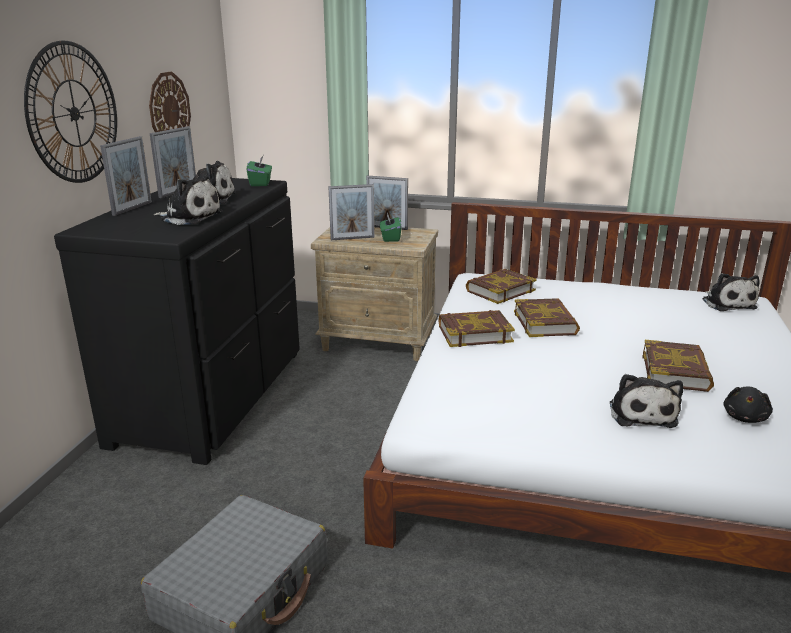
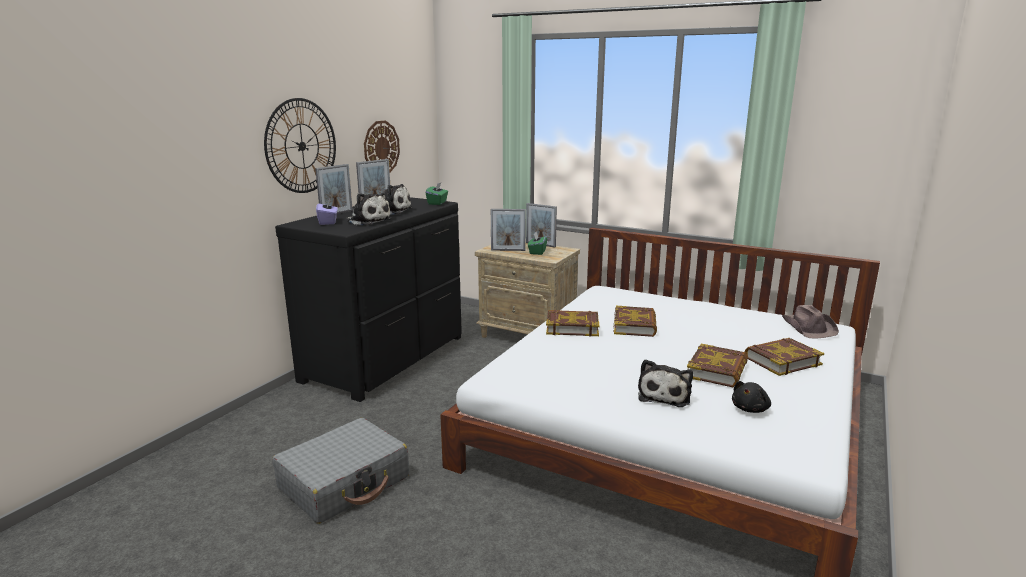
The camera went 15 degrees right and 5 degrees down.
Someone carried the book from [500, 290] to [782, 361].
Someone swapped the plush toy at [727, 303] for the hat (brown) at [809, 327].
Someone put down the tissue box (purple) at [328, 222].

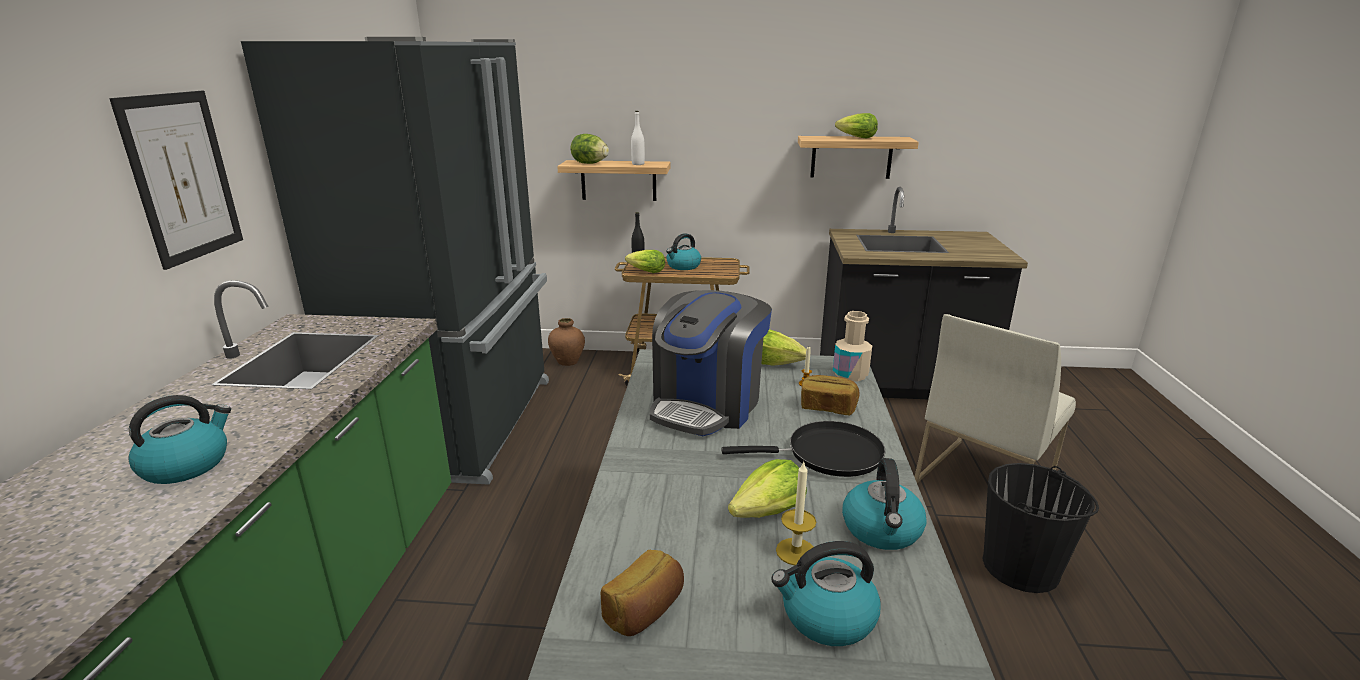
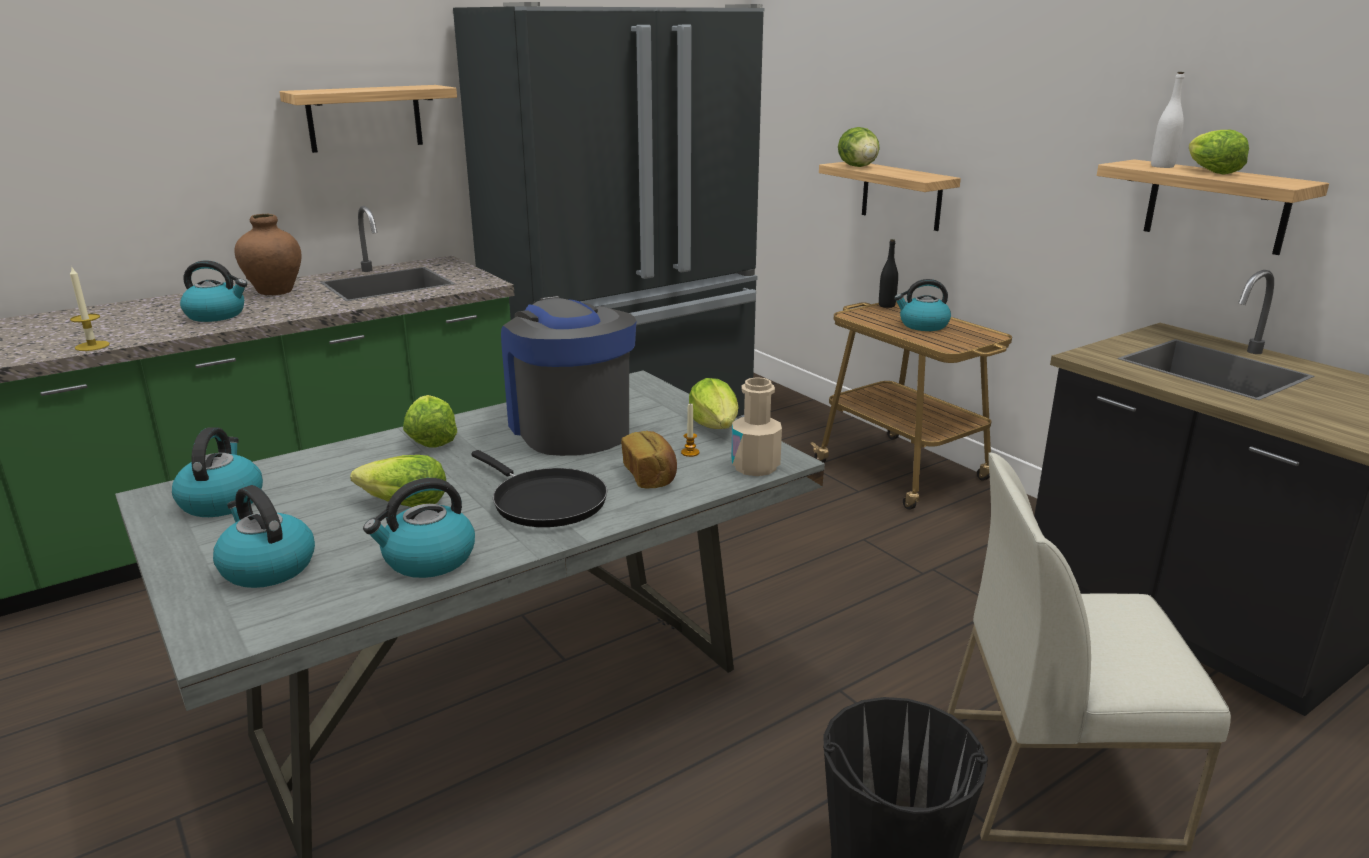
The camera went 50 degrees right and 0 degrees up.
Someone swapped the picture at [182, 177] for the shelf at [365, 118].
Someone carried the vase (brown) from [568, 362] to [275, 291].
Someone swapped the bread at [645, 610] for the kettle at [222, 501].
Someone carried the lettuce from [646, 272] to [431, 439].
Someone carried the bottle (white) from [638, 164] to [1162, 166].
Someone rotated the coffee machine at [707, 405] by 75 degrees clockwise.
Someone carried the candle from [796, 551] to [92, 346].

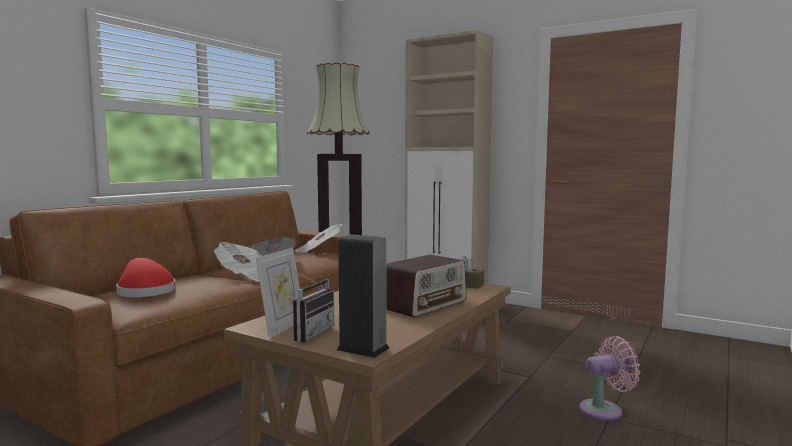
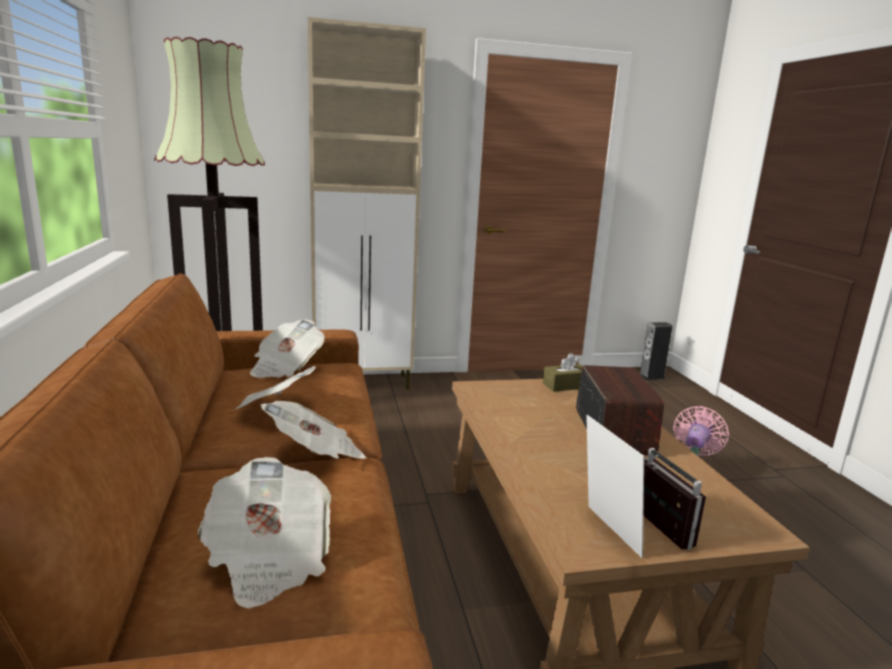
The camera went 45 degrees left and 10 degrees up.
Someone swapped the hat (red) at [144, 291] for the newspaper at [268, 558].
Someone carried the speaker from [363, 349] to [651, 377].

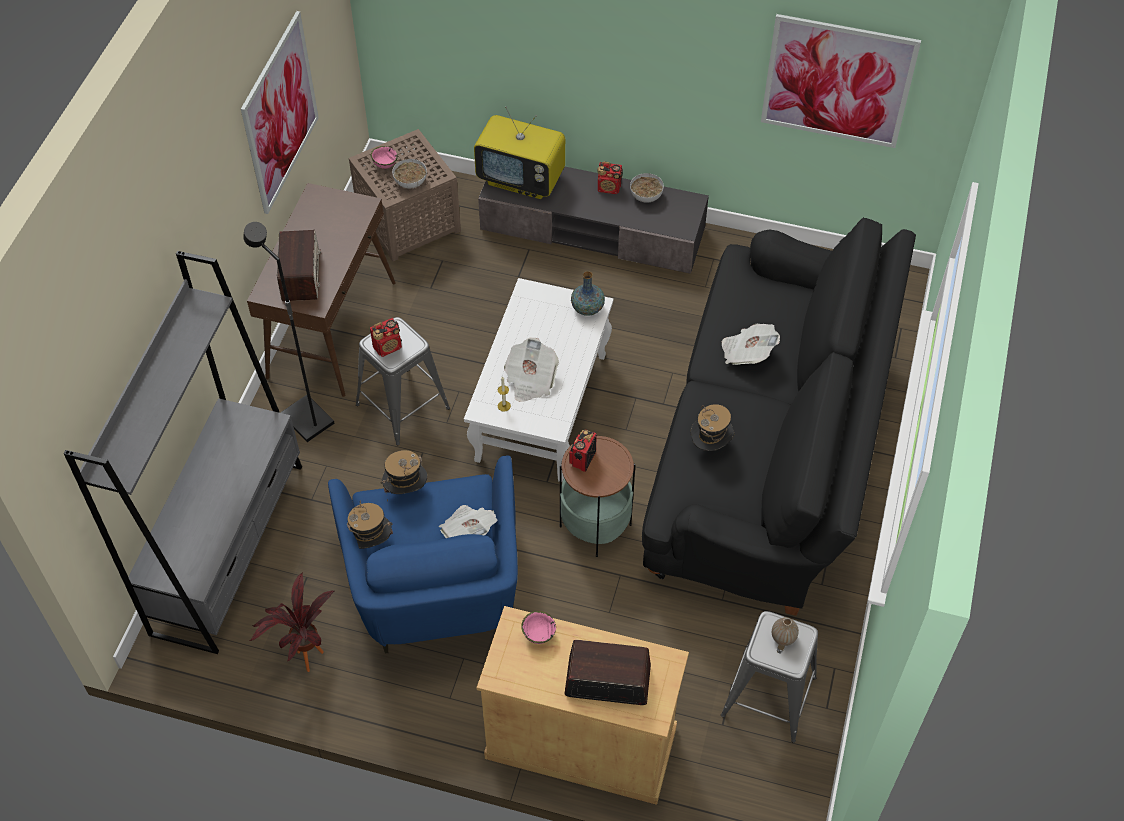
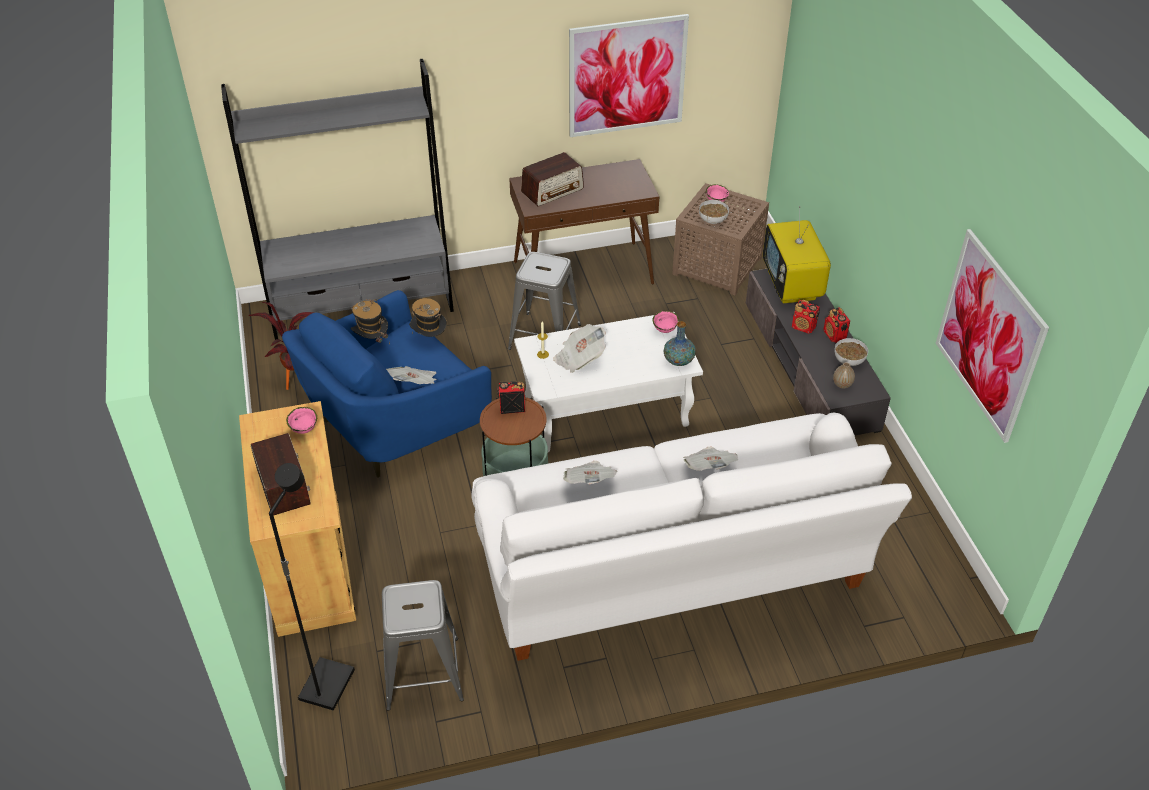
The camera went 60 degrees right and 10 degrees down.
Someone carried the floor lamp (black) from [306, 420] to [326, 684].
Someone carried the radio from [388, 347] to [803, 327].
Someone repainted the sofa (black) at [768, 455], which became the sofa (white) at [673, 573].
Someone swapped the hat at [710, 446] for the newspaper at [589, 482].
Someone carried the vase from [783, 638] to [842, 384].
Someone put down the bowl (pink) at [665, 330].

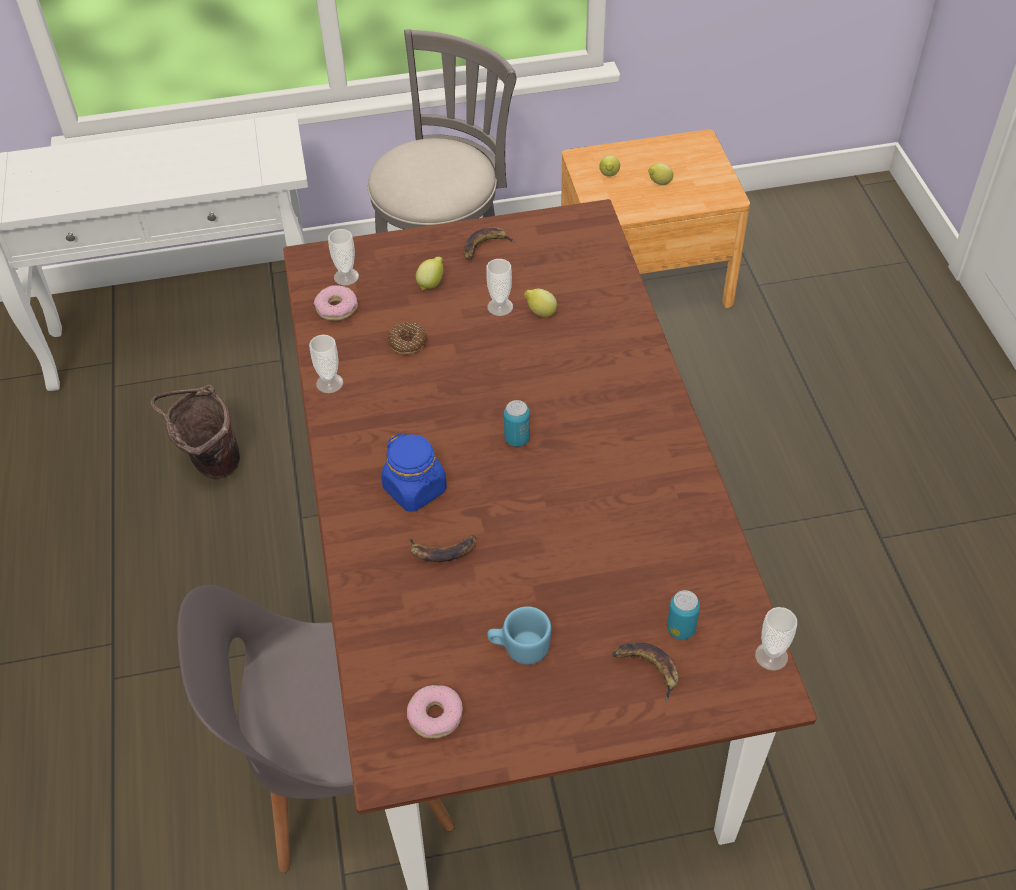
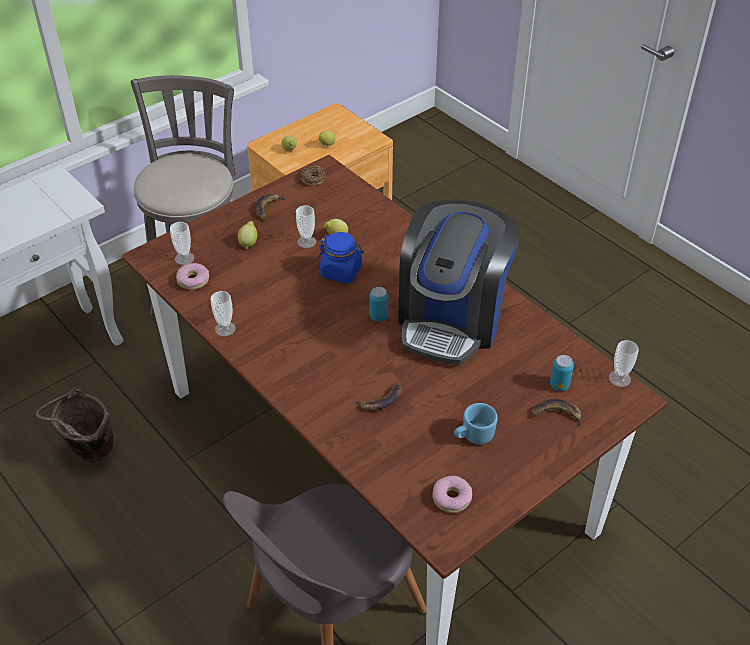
The camera went 30 degrees left and 5 degrees down.
Someone carried the jar (blue) from [415, 489] to [341, 272].
Someone carried the donut from [407, 343] to [313, 179].
Someone put down the coffee machine at [452, 318].

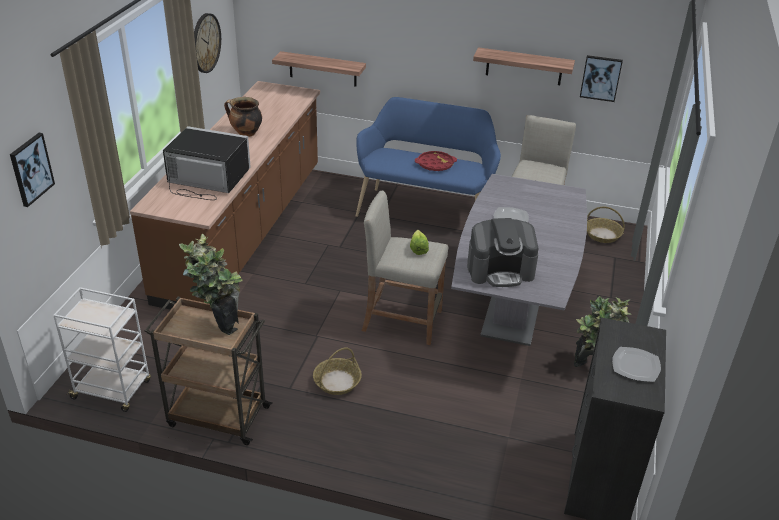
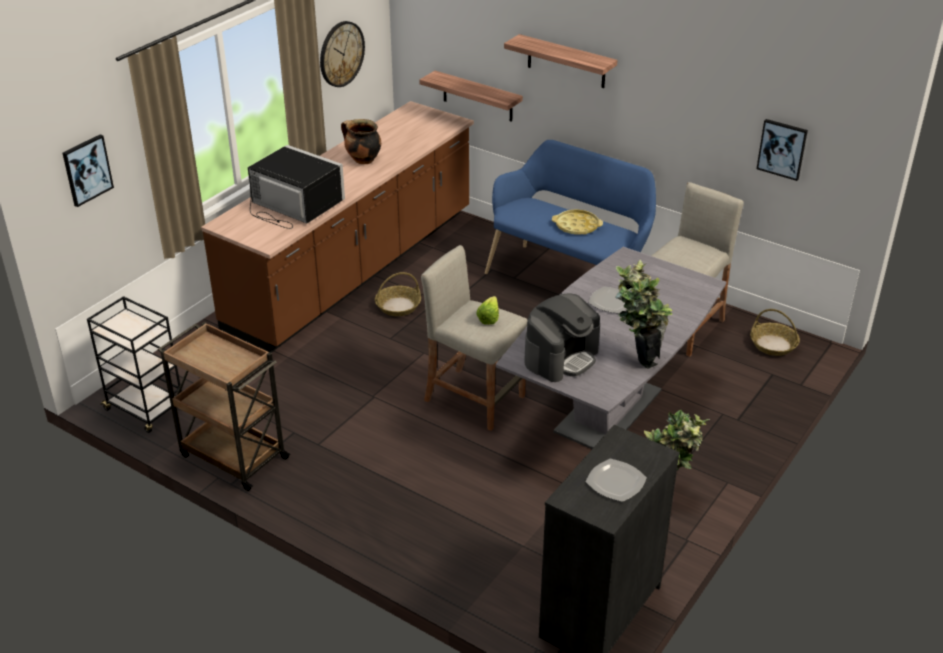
The camera went 20 degrees right and 0 degrees up.
Someone repainted the cart (white) at [113, 390], which became the cart (black) at [146, 409].
Someone carried the potted plant from [217, 324] to [637, 356].
Someone carried the basket from [337, 381] to [398, 306].
Someone repainted the tray (red) at [435, 164], which became the tray (yellow) at [576, 226].
Someone rotated the coffee machine at [500, 270] by 60 degrees counterclockwise.
Someone carried the shelf from [524, 66] to [566, 62].

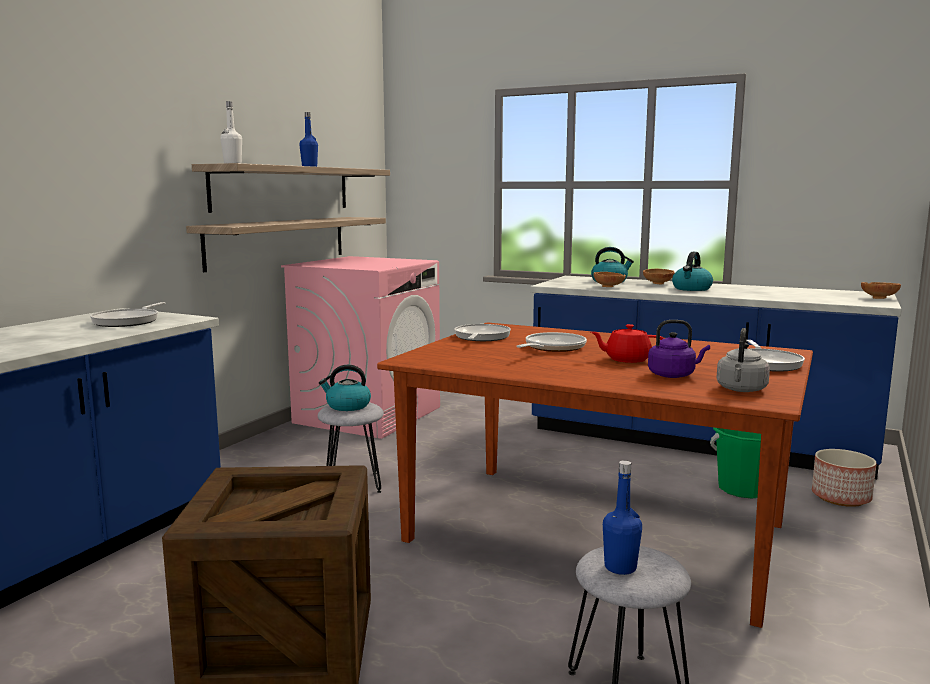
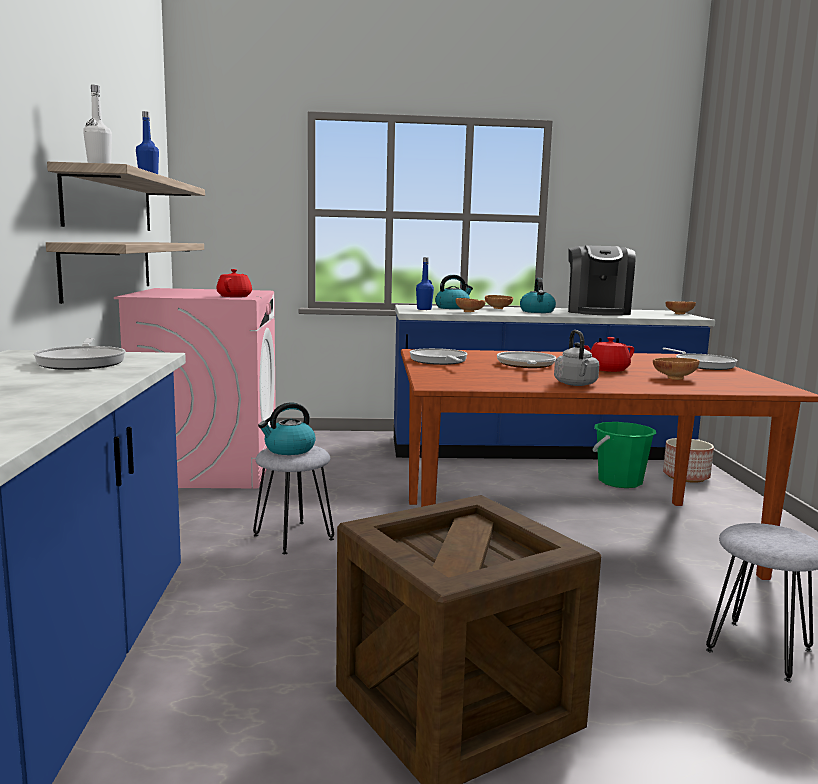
The camera went 30 degrees left and 0 degrees up.
Someone carried the bottle (blue) from [620, 567] to [424, 309].
Someone swapped the kettle (purple) at [673, 375] for the bowl (brown) at [673, 378].
Someone carried the kettle (grey) from [741, 390] to [576, 384].
Someone put down the teapot (red) at [235, 296].
Someone put down the coffee machine at [597, 312].

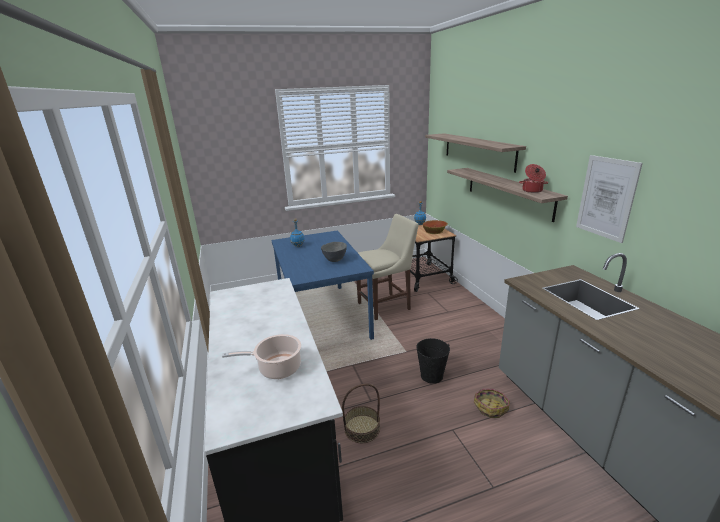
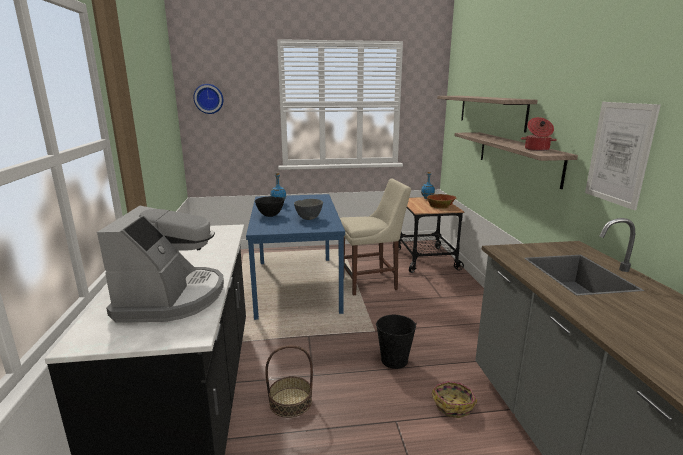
The camera went 10 degrees right and 5 degrees down.
Someone swapped the cooking pot at [277, 368] for the coffee machine at [172, 297].
Someone put up the wall clock at [209, 98].
Someone put down the bowl (black) at [270, 215].

